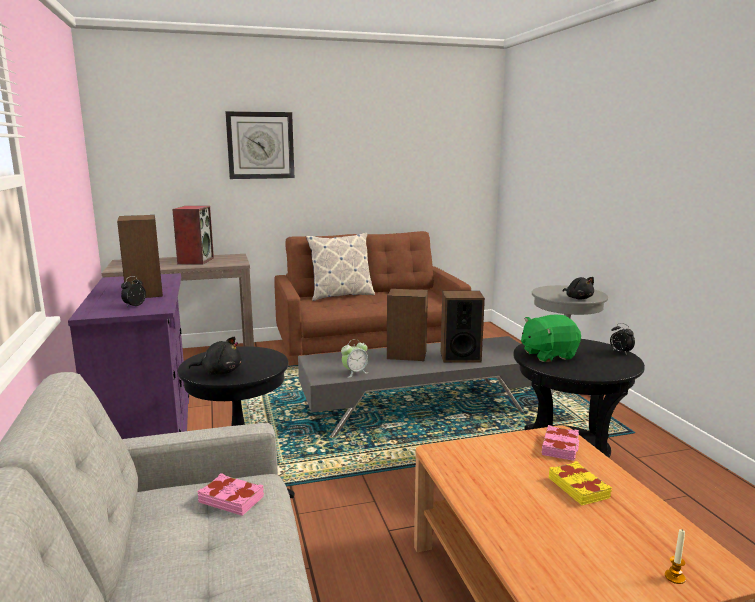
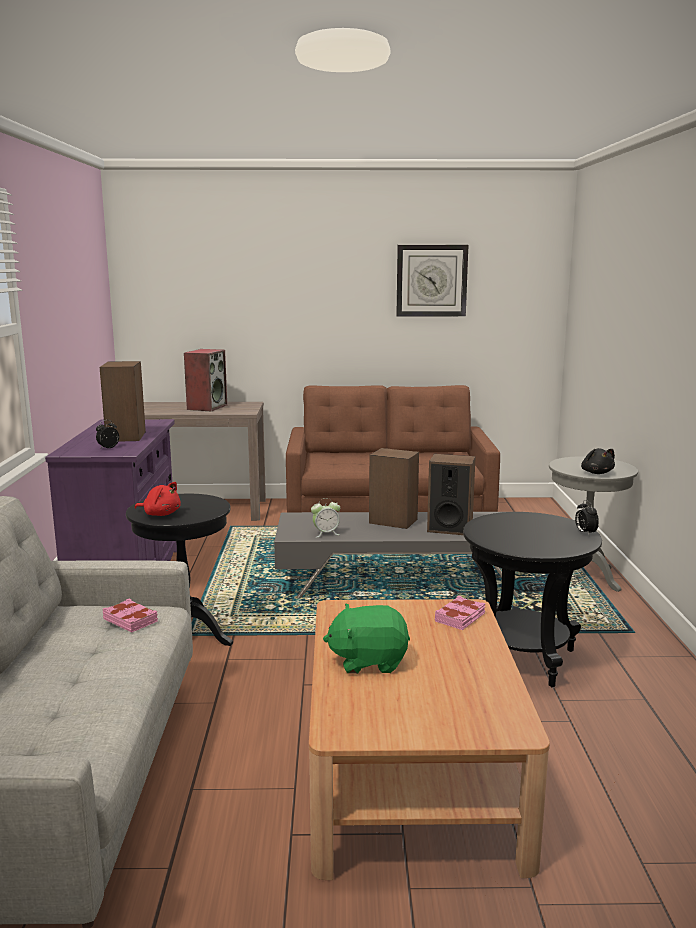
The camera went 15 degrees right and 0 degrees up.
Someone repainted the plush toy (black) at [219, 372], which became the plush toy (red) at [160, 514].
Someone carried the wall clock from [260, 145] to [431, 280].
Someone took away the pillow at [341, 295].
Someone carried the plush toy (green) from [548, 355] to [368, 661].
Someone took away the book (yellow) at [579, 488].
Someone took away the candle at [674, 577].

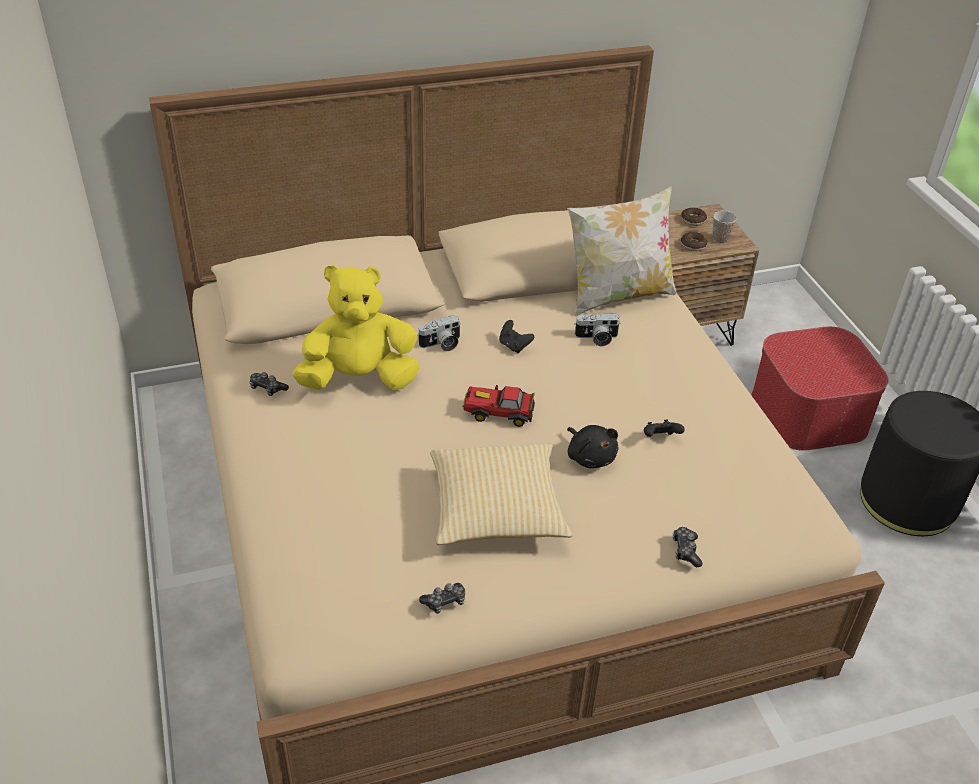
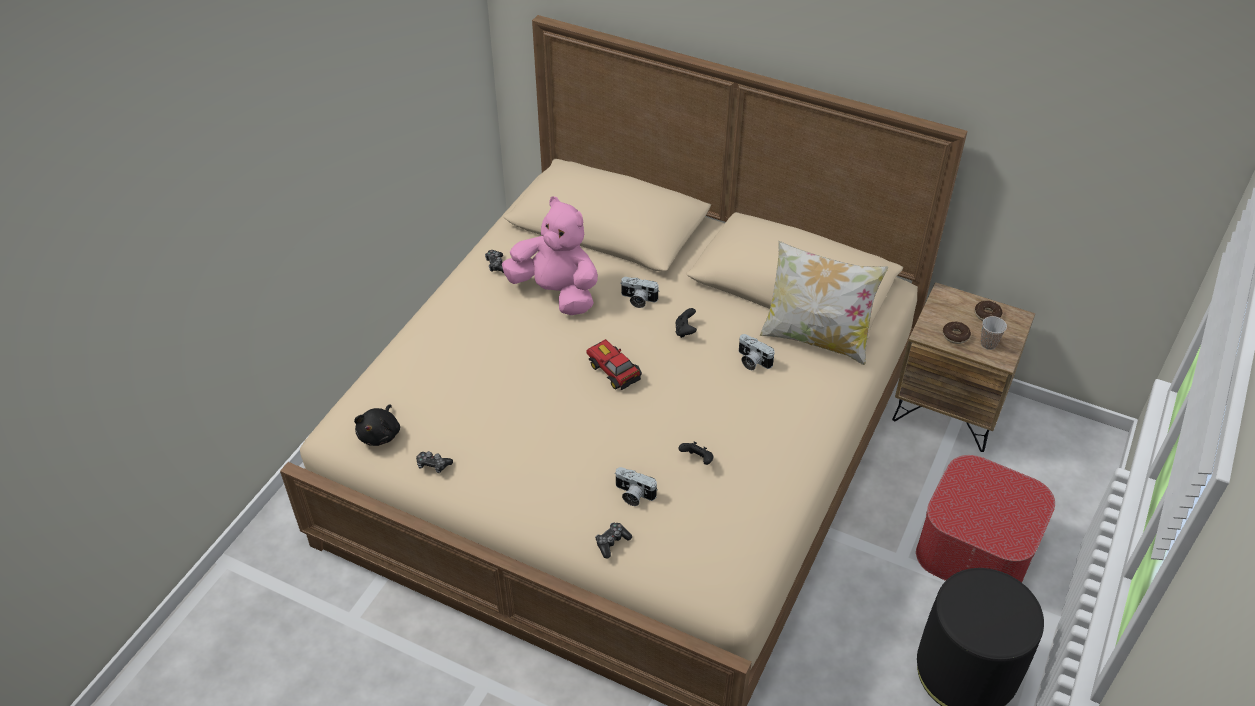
The camera went 45 degrees right and 5 degrees up.
Someone repainted the plush toy (yellow) at [359, 379], which became the plush toy (pink) at [556, 292].
Someone took away the pillow at [496, 510].
Someone carried the plush toy (black) from [590, 456] to [380, 434].
Someone put down the photo camera at [633, 495].

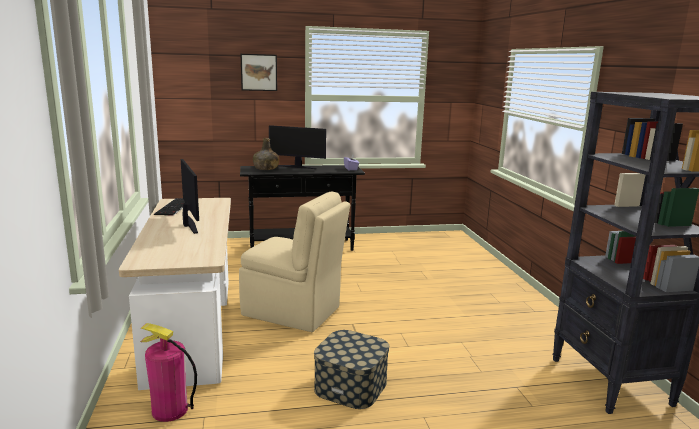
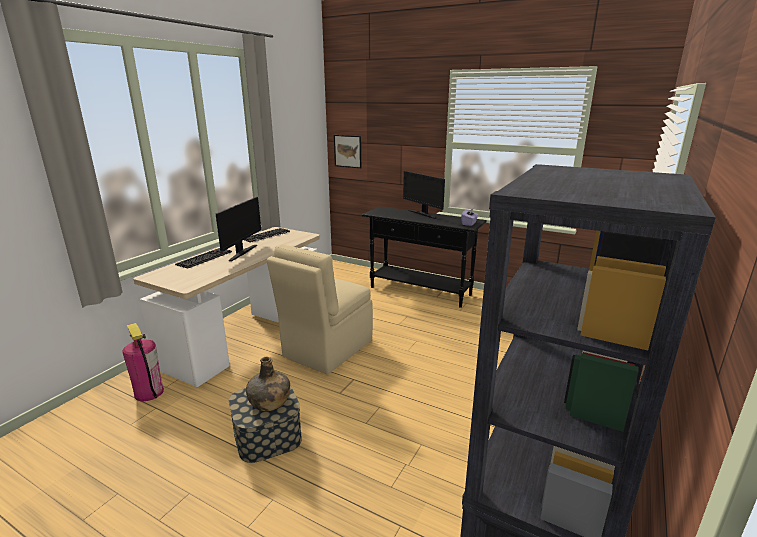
The camera went 40 degrees right and 5 degrees up.
Someone rotated the chair (beige) at [293, 312] by 60 degrees clockwise.
Someone carried the picture from [259, 72] to [347, 151].
Someone carried the bottle (green) from [266, 168] to [269, 402].
Someone put down the keyboard at [204, 258].

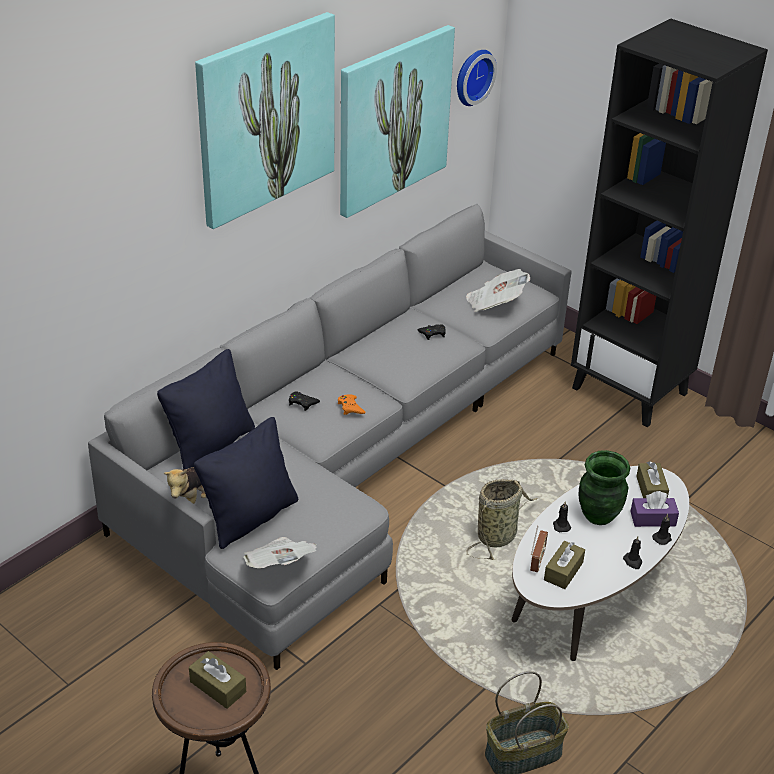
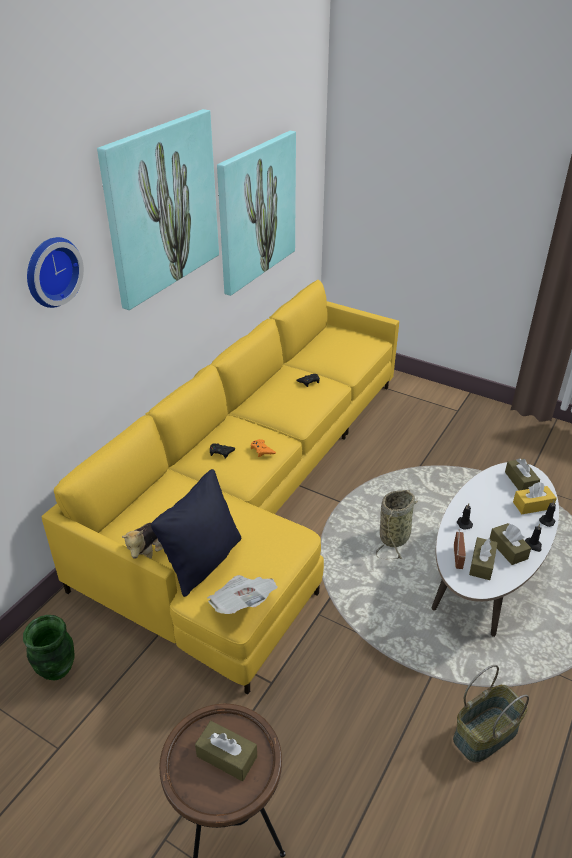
The camera went 10 degrees left and 0 degrees up.
Someone repainted the sofa (grey) at [345, 460], which became the sofa (yellow) at [255, 493].
Someone took away the pillow (black) at [211, 445].
Someone carried the wall clock from [472, 76] to [50, 271].
Someone took away the newspaper at [495, 303].
Someone took away the bookcase (black) at [630, 391].
Someone carried the vase (green) from [597, 515] to [56, 669].
Someone repainted the tissue box (purple) at [653, 519], which became the tissue box (yellow) at [532, 505].
Someone put down the tissue box (brown) at [508, 549].

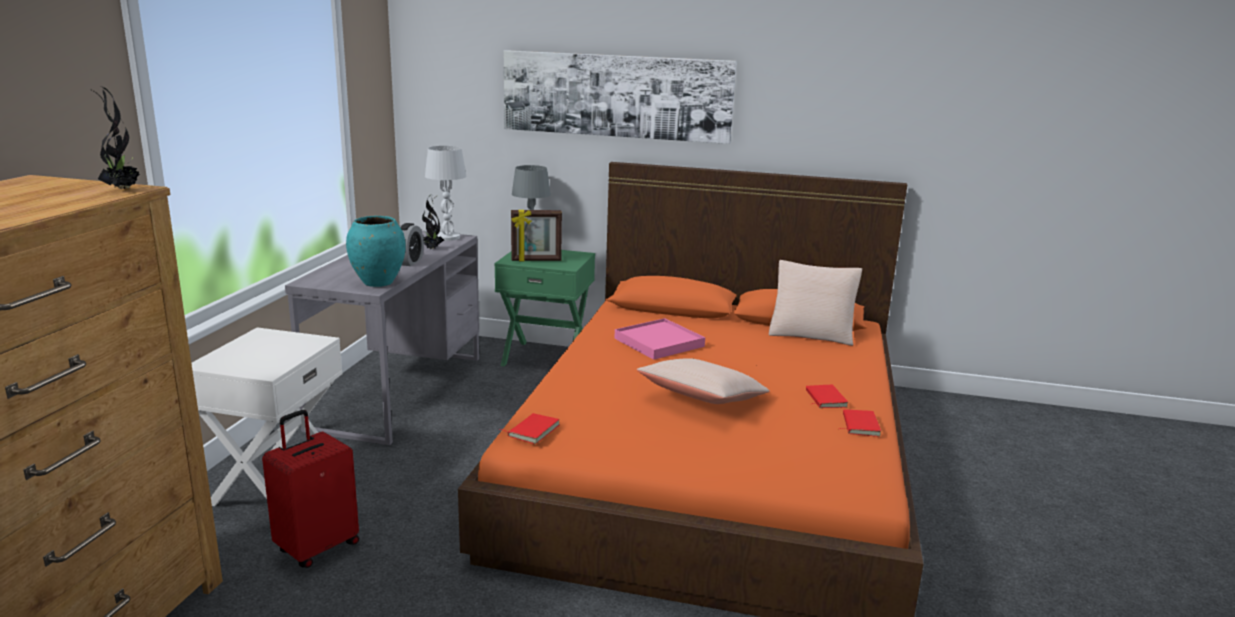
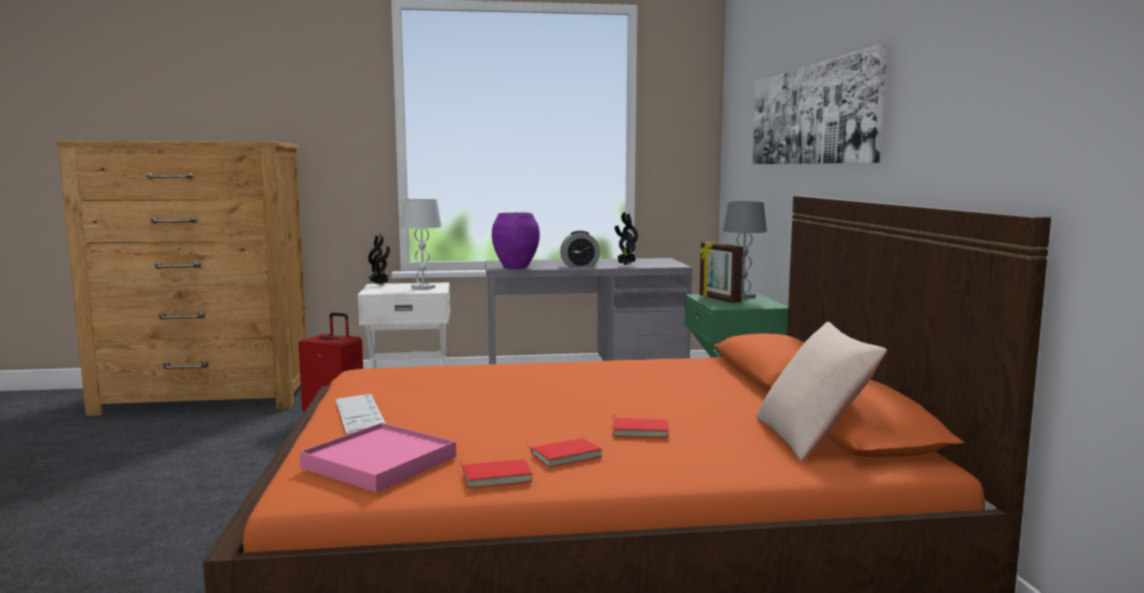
The camera went 70 degrees right and 10 degrees down.
Someone carried the potted plant from [122, 189] to [380, 285].
Someone repainted the vase (turquoise) at [377, 283], which became the vase (purple) at [515, 267].
Someone carried the table lamp (white) from [447, 237] to [423, 287].
Someone carried the book (red) from [532, 430] to [640, 430].
Someone carried the tray (pink) from [658, 342] to [379, 462].
Someone took away the pillow (beige) at [702, 399].
Someone put down the keyboard at [360, 415].

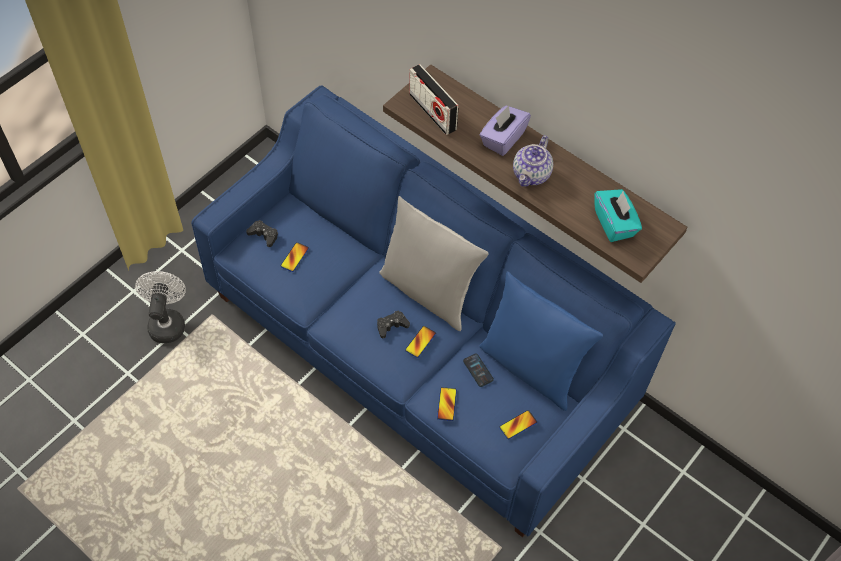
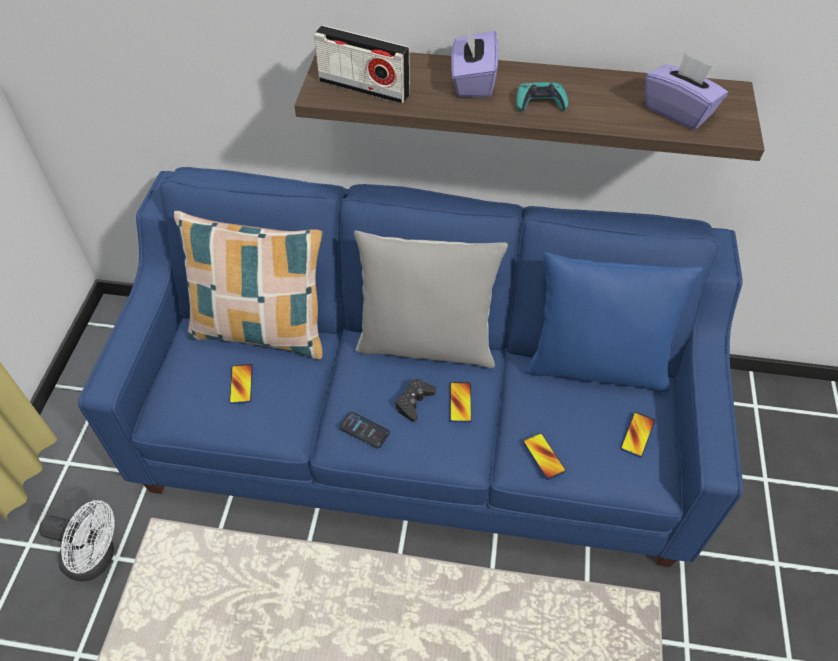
The camera went 30 degrees left and 5 degrees down.
Someone rotated the fan (white) at [167, 322] by 135 degrees clockwise.
Someone took away the game controller (black) at [263, 235].
Someone carried the phone from [478, 370] to [364, 430].
Someone swapped the teapot at [531, 175] for the game controller (turquoise) at [540, 102].
Someone repainted the tissue box (turquoise) at [614, 224], which became the tissue box (purple) at [678, 111].
Someone put down the pillow at [261, 332].

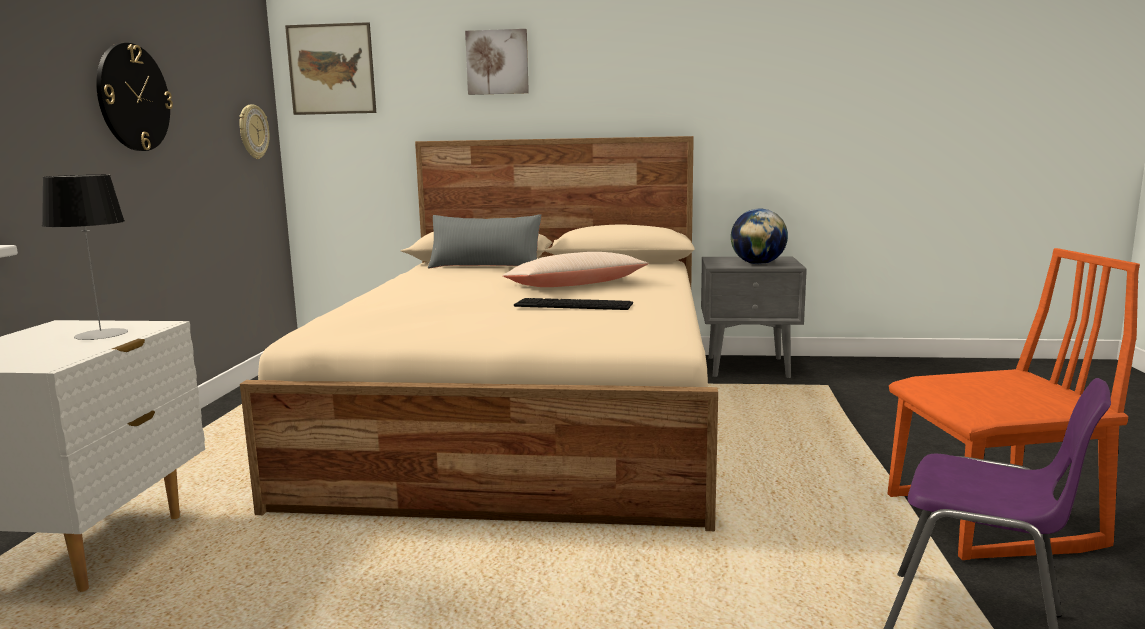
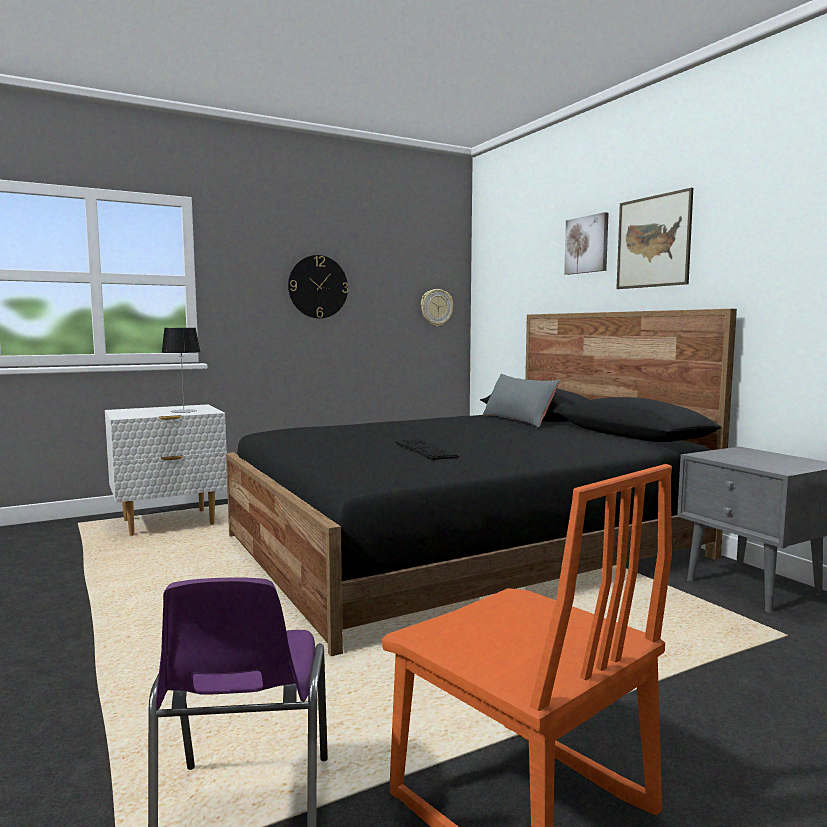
The camera went 55 degrees right and 5 degrees down.
Someone repainted the bed (beige) at [530, 415], which became the bed (black) at [464, 547].
Someone carried the picture from [331, 69] to [653, 241].
Someone took away the pillow (beige) at [575, 285].
Someone took away the globe at [758, 264].

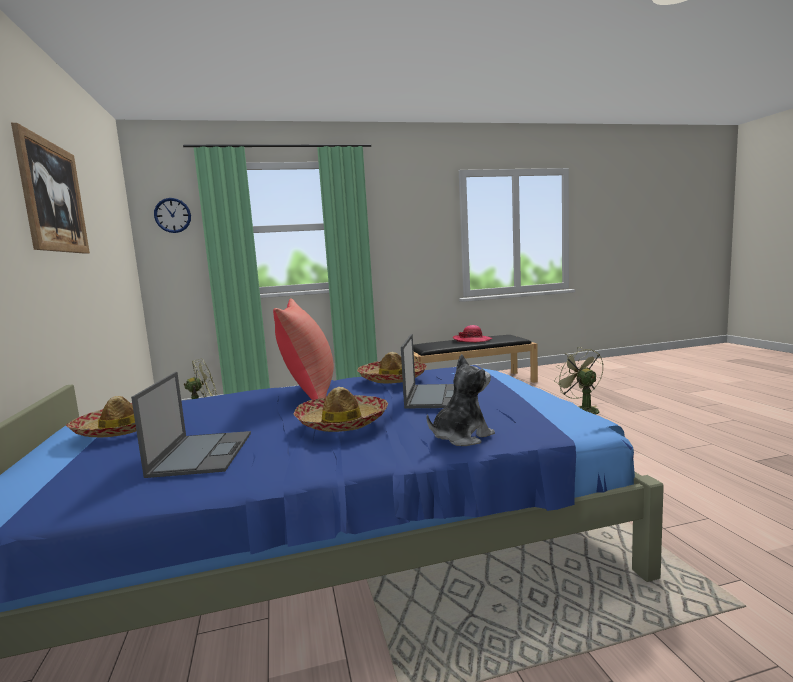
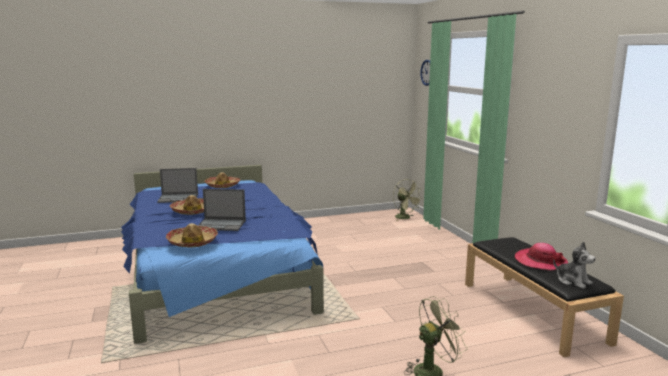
The camera went 85 degrees right and 5 degrees up.
Someone took away the picture at [53, 197].
Someone took away the pillow (red) at [309, 392].
Someone carried the hat from [393, 378] to [192, 242].
Someone carried the plush toy from [461, 437] to [573, 281].

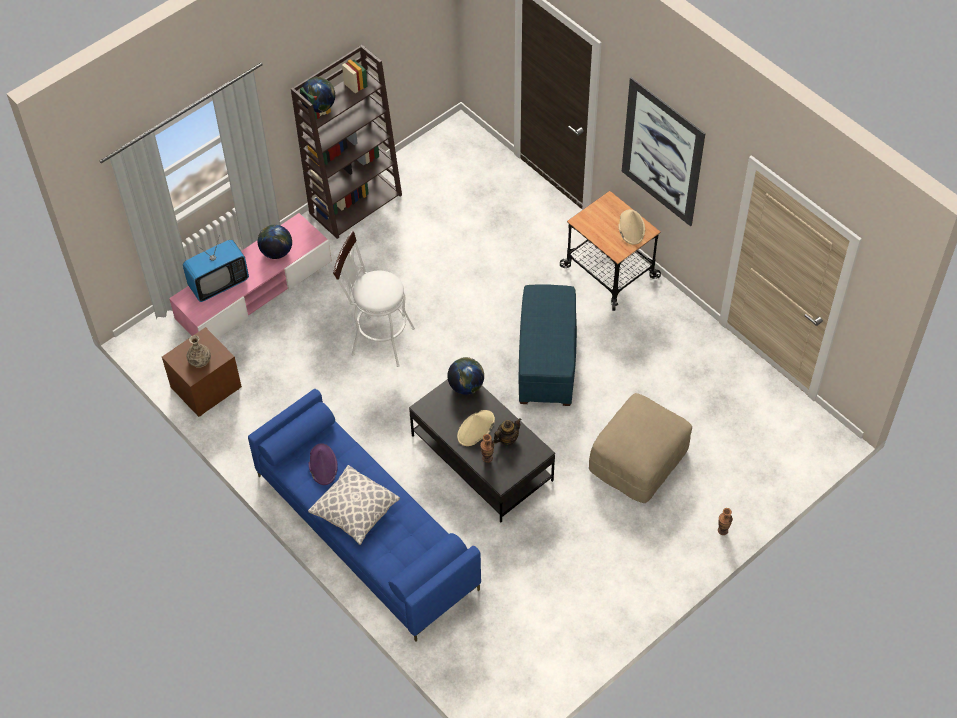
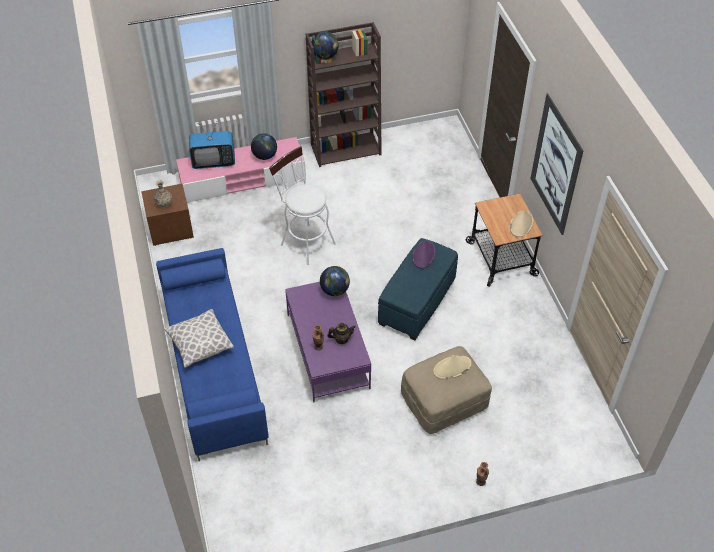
The camera went 25 degrees right and 5 degrees down.
Someone carried the hat (purple) from [322, 464] to [423, 254].
Someone repainted the coffee table (black) at [481, 458], which became the coffee table (purple) at [327, 351].
Someone carried the hat (beige) from [475, 429] to [452, 368].

